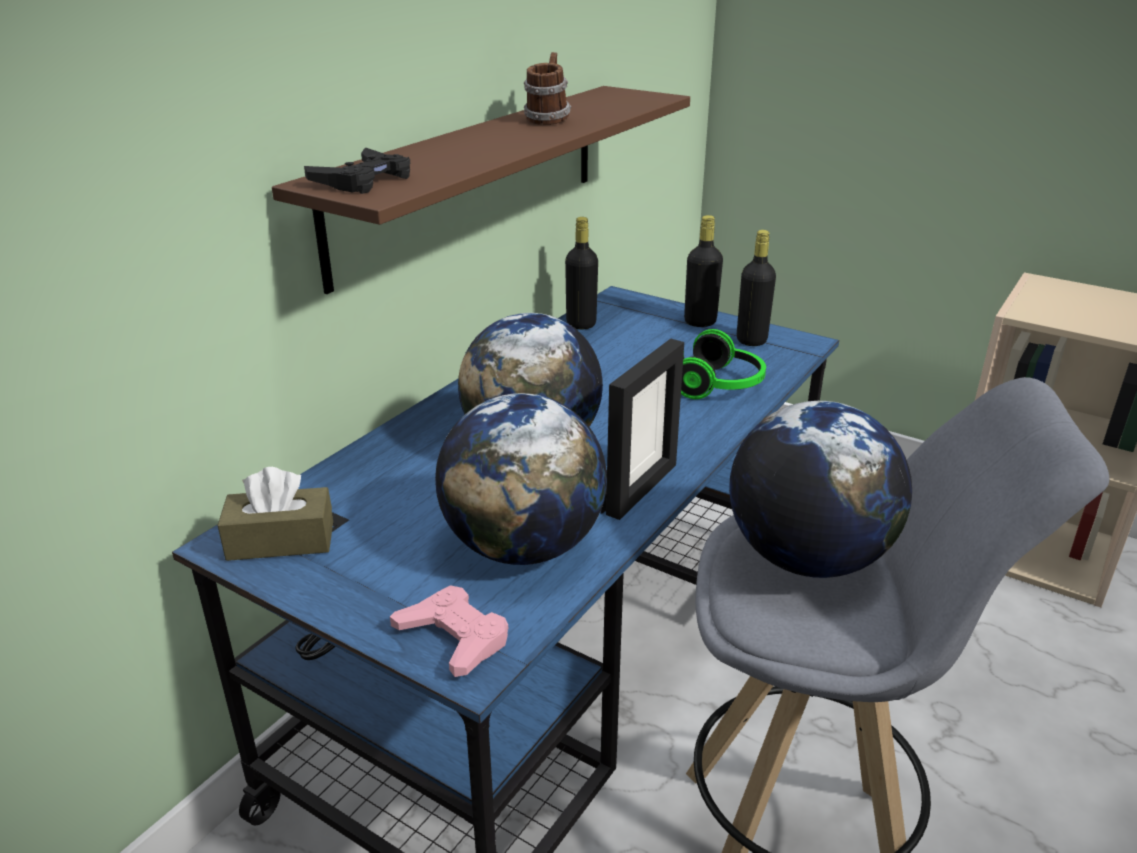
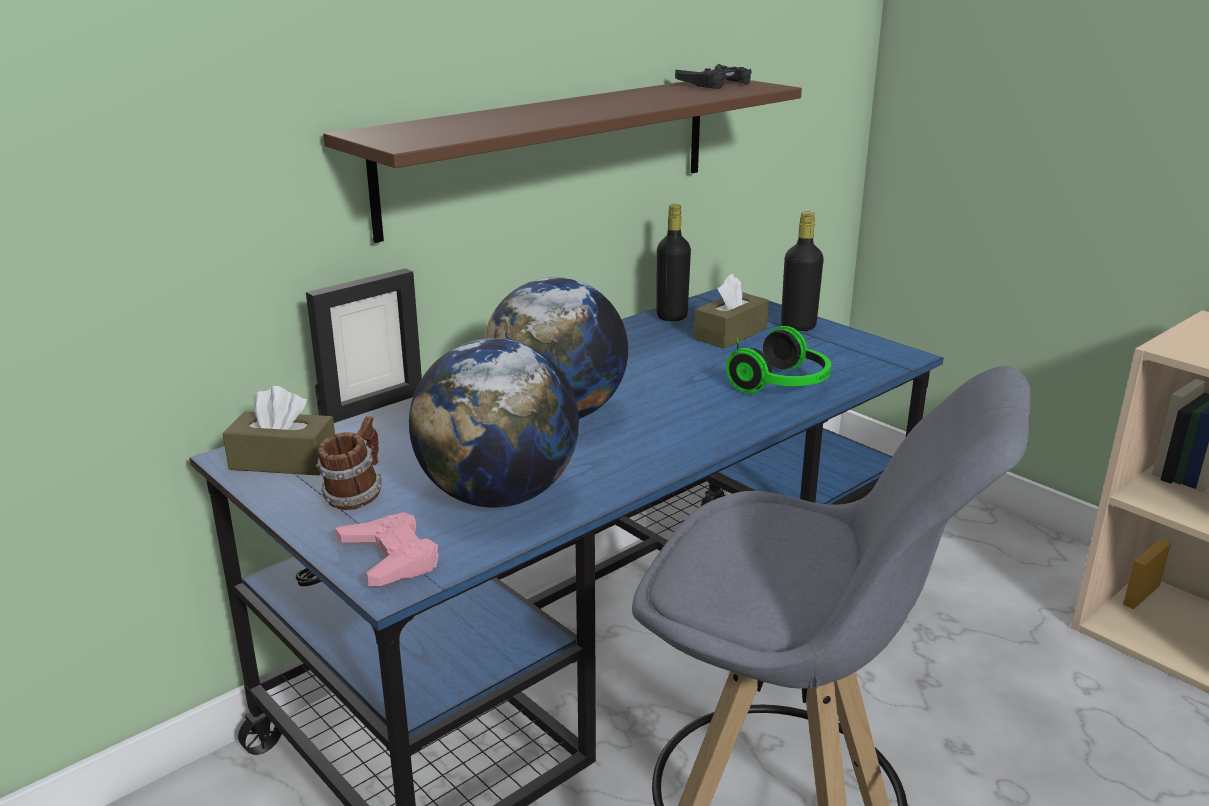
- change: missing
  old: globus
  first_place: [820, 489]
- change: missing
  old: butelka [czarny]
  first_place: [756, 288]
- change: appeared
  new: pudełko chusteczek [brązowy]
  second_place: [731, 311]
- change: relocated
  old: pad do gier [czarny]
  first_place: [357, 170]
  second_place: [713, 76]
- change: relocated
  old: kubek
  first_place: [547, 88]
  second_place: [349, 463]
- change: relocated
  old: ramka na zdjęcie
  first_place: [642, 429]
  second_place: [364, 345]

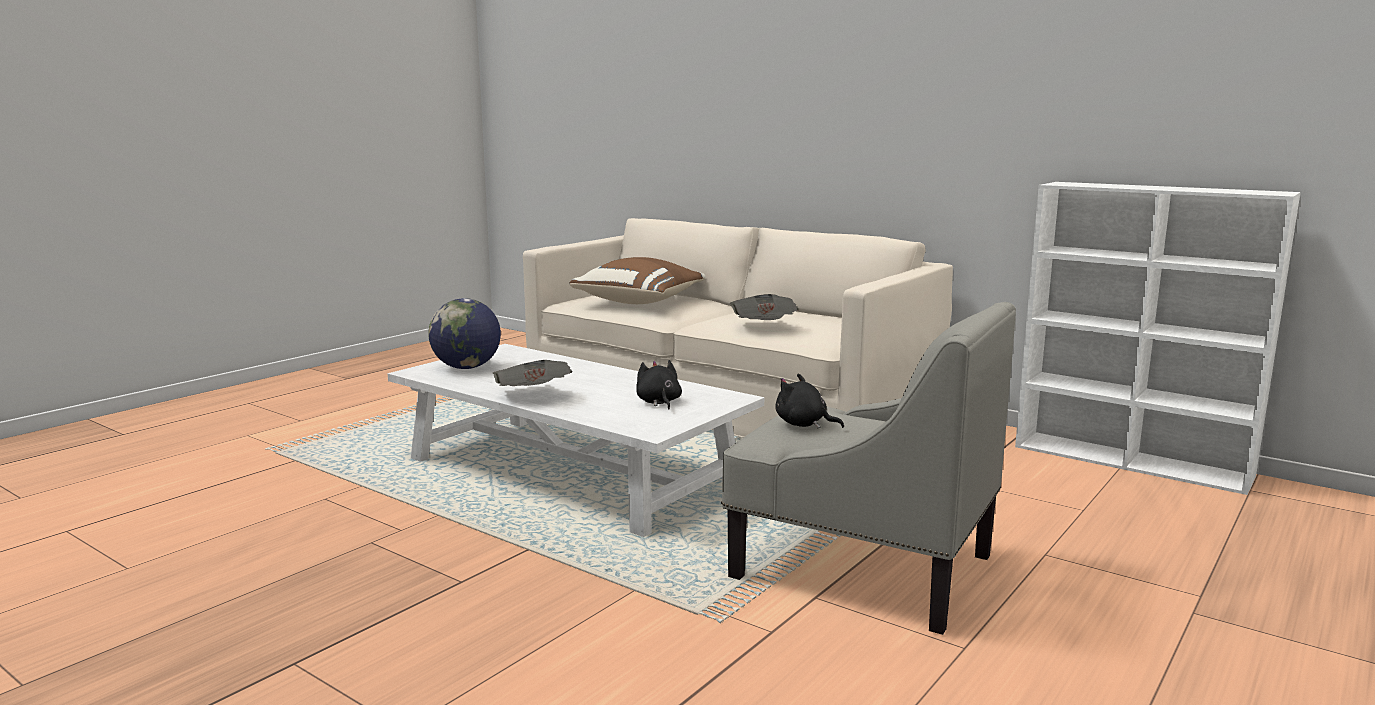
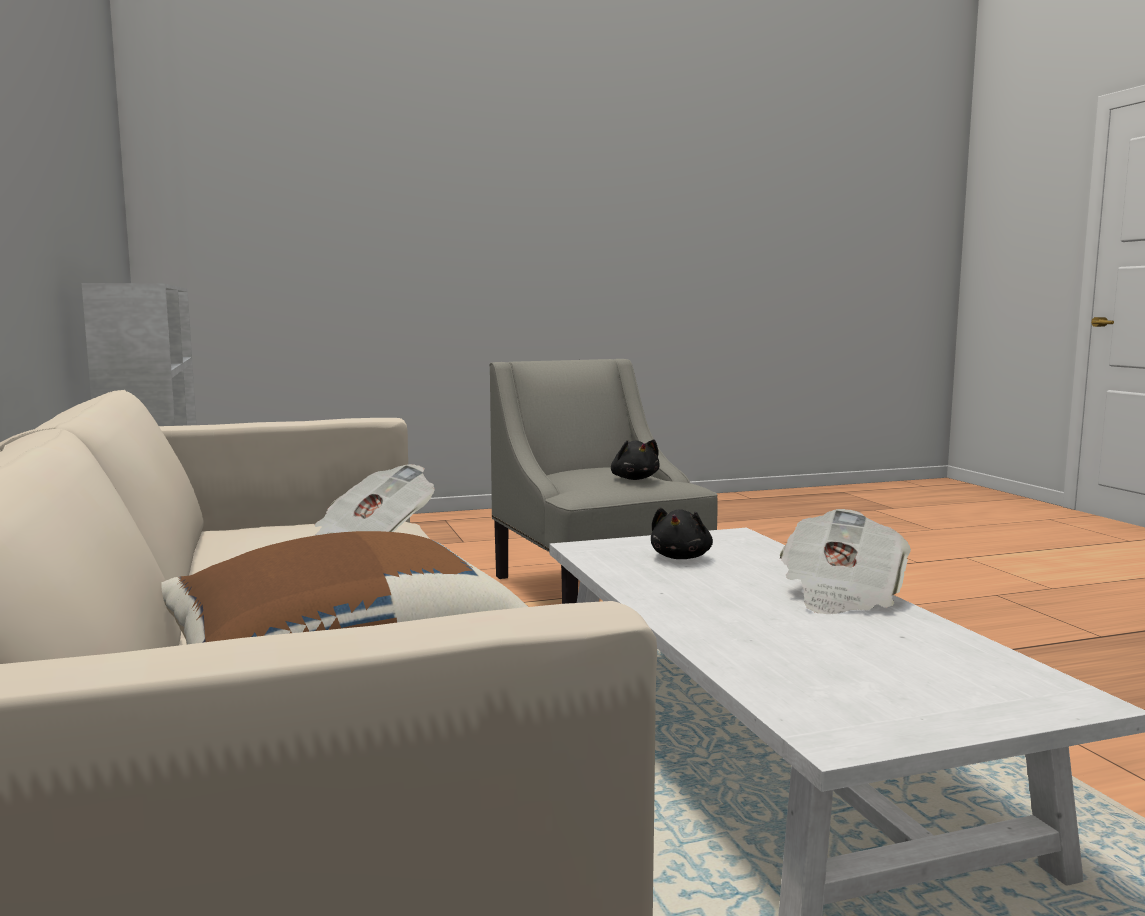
- change: missing
  old: globus
  first_place: [464, 333]

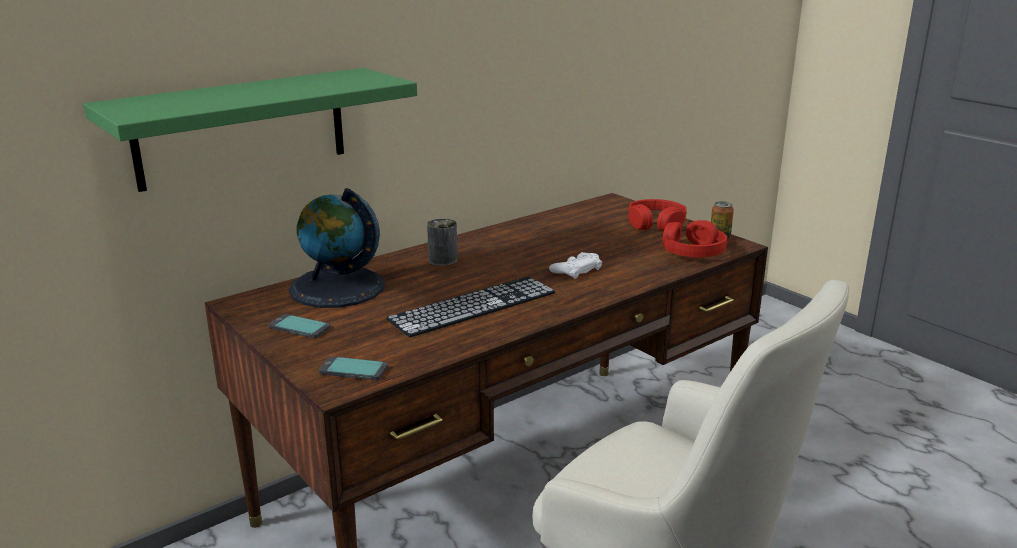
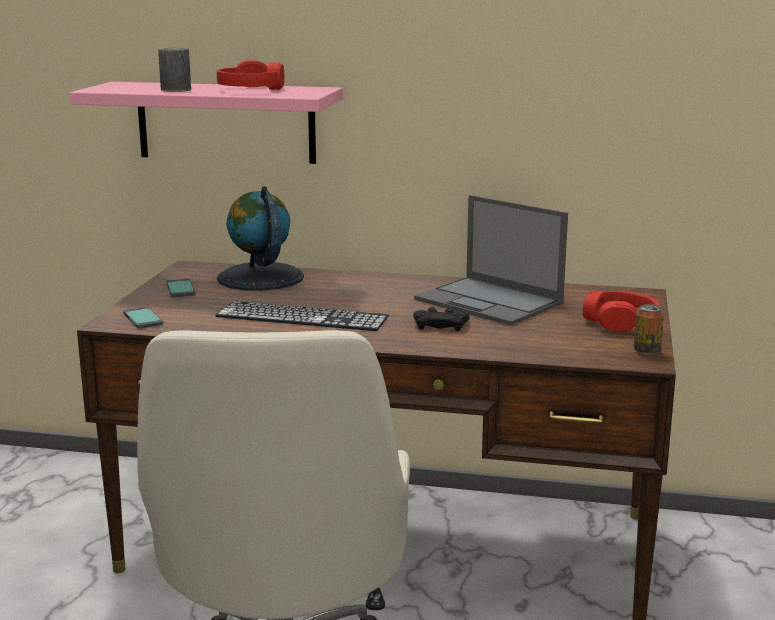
- change: appeared
  new: laptop
  second_place: [491, 260]
- change: relocated
  old: puszka
  first_place: [442, 242]
  second_place: [174, 70]
- change: relocated
  old: słuchawki [czerwony]
  first_place: [694, 238]
  second_place: [250, 75]
- change: colour
  old: półka [zielony]
  new: półka [różowy]
  first_place: [250, 130]
  second_place: [206, 123]
- change: colour
  old: pad do gier [biały]
  new: pad do gier [czarny]
  first_place: [575, 265]
  second_place: [441, 319]

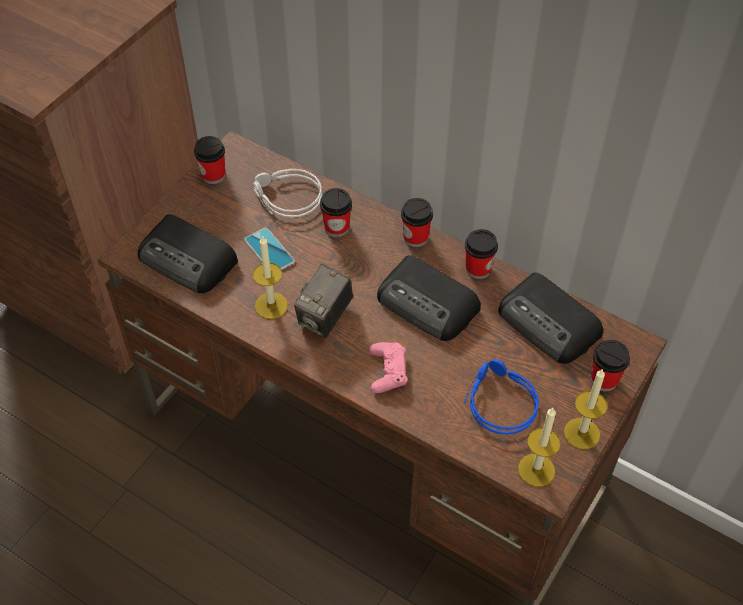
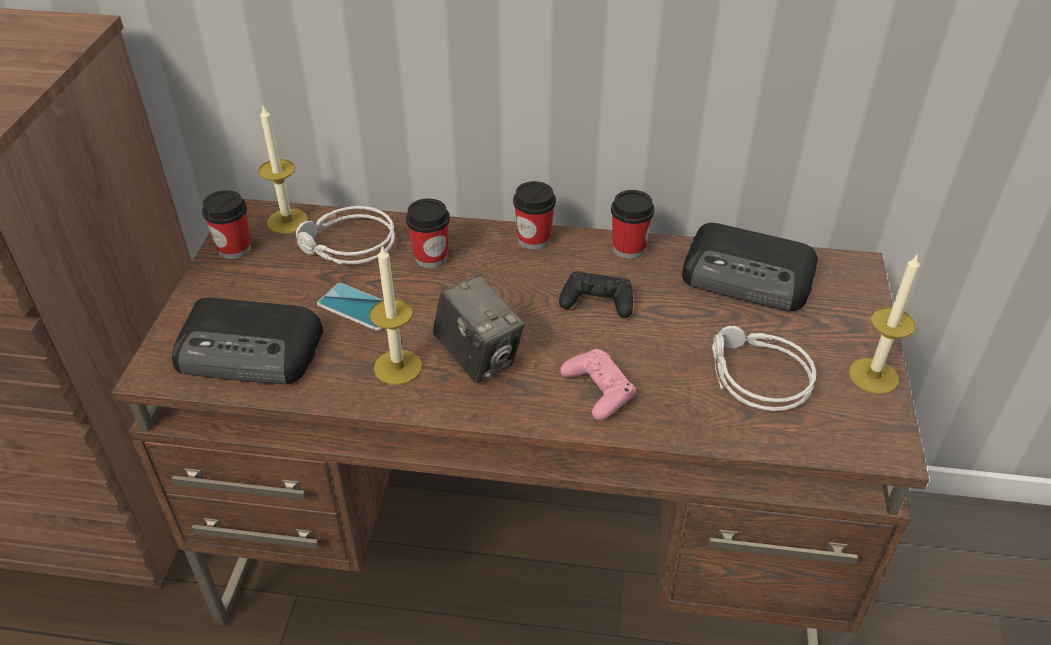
- change: missing
  old: filiżanka
  first_place: [610, 365]
- change: relocated
  old: świeca
  first_place: [539, 447]
  second_place: [283, 170]
- change: exchanged
  old: radio
  new: pad do gier [czarny]
  first_place: [429, 298]
  second_place: [596, 294]
- change: colour
  old: słuchawki [niebieski]
  new: słuchawki [szary]
  first_place: [501, 396]
  second_place: [764, 368]
- change: spun
  old: aparat fotograficzny
  first_place: [323, 300]
  second_place: [478, 328]
  degrees: -45

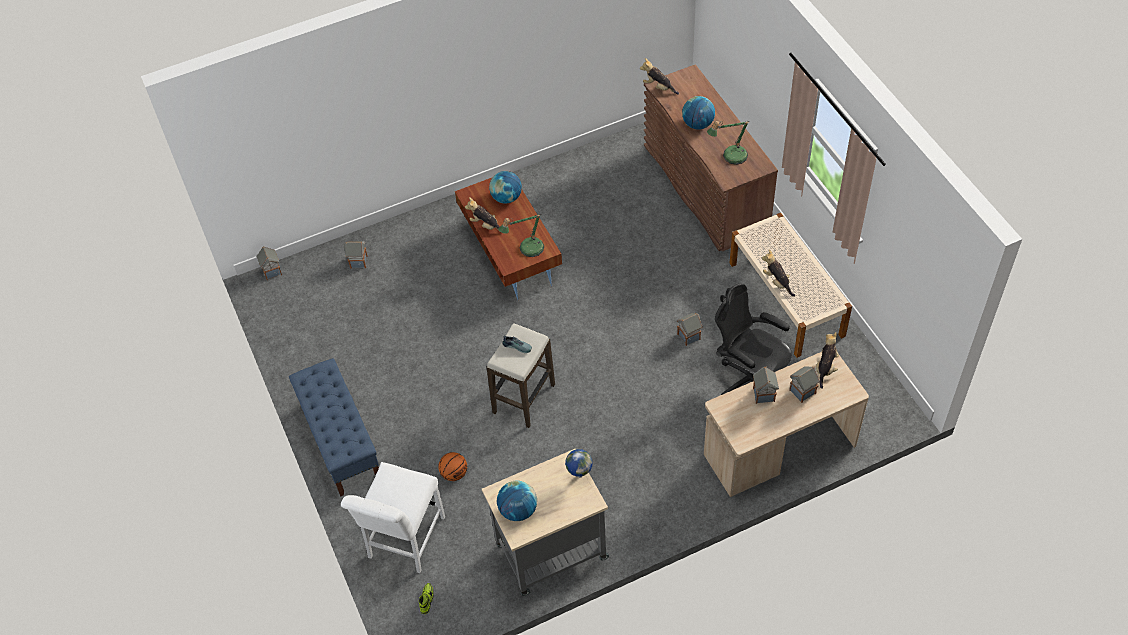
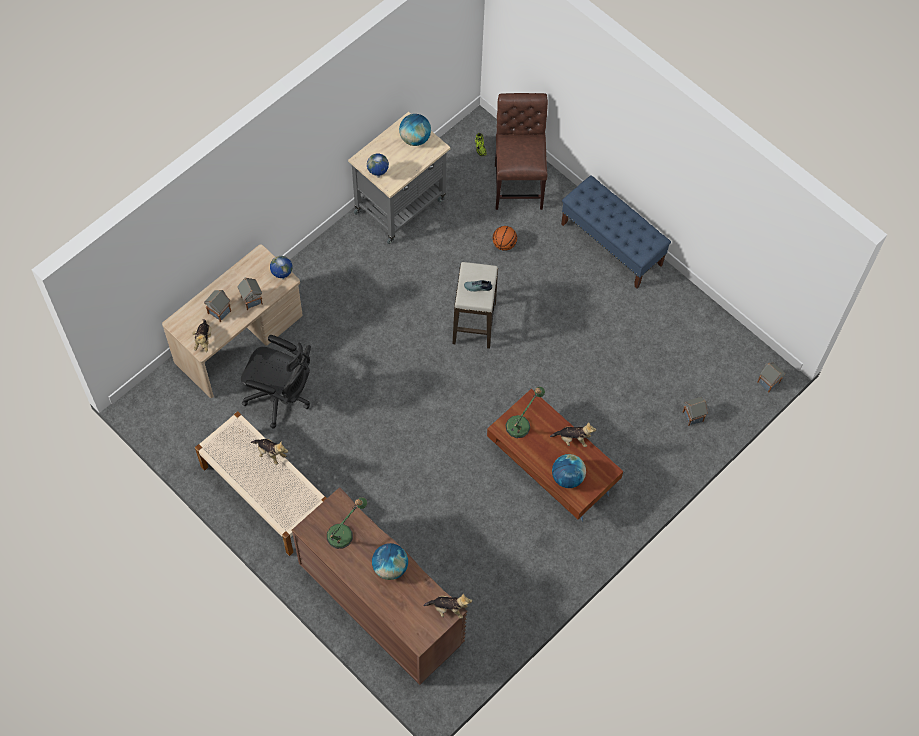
- change: missing
  old: domek
  first_place: [690, 329]
- change: appeared
  new: globus
  second_place: [281, 267]
- change: colour
  old: krzesło [biały]
  new: krzesło [brązowy]
  first_place: [393, 517]
  second_place: [521, 151]

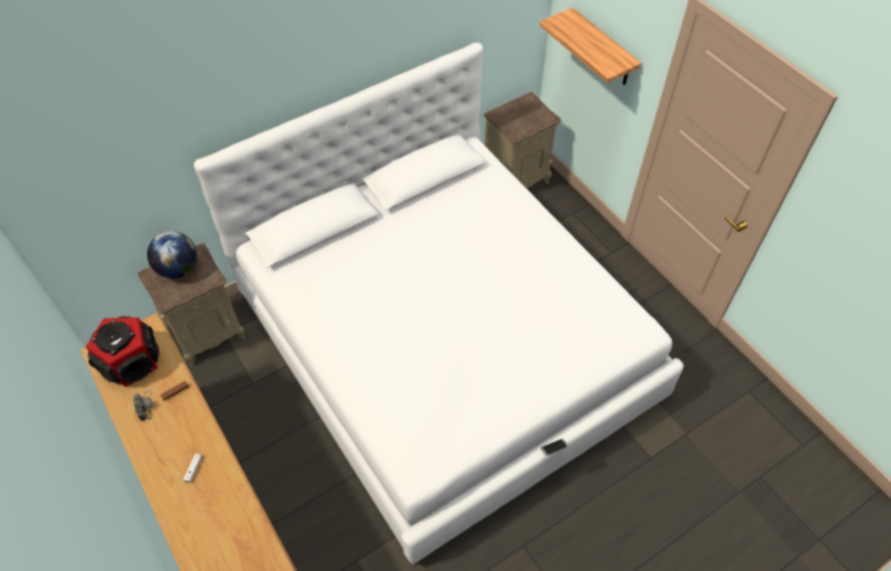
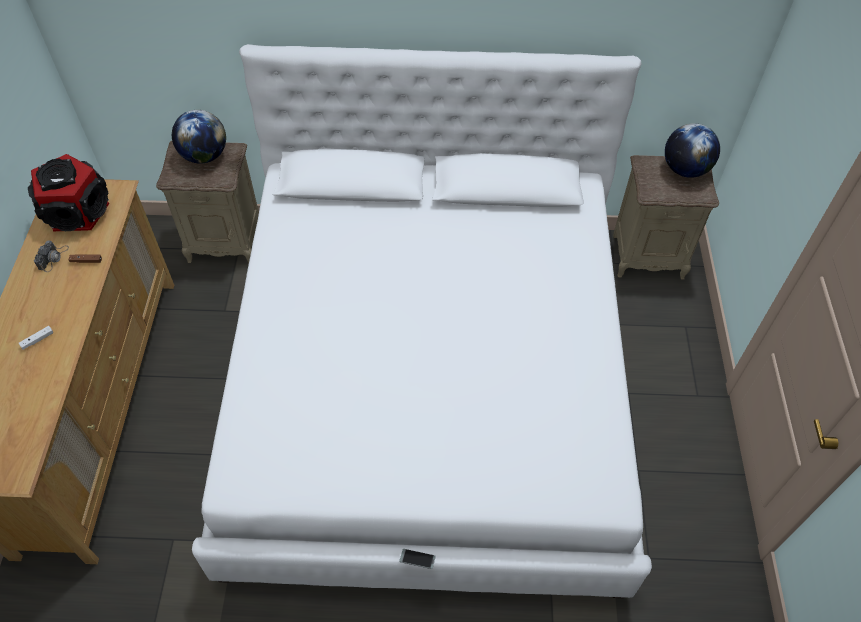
- change: missing
  old: półka
  first_place: [590, 46]
- change: appeared
  new: globus
  second_place: [692, 150]

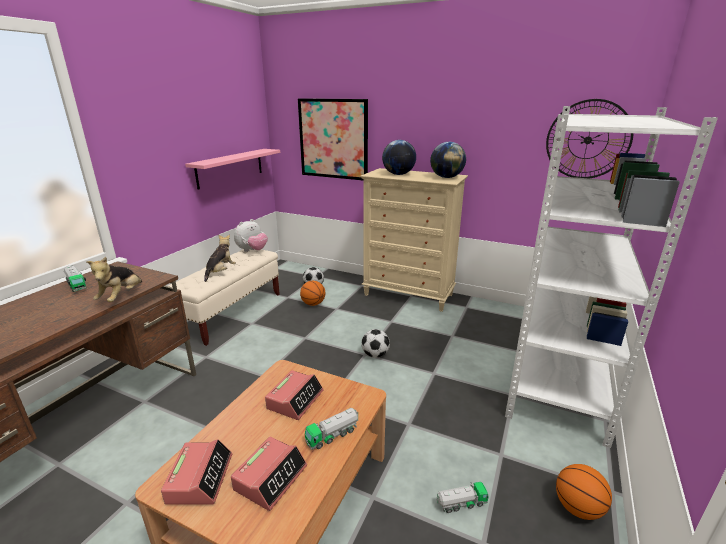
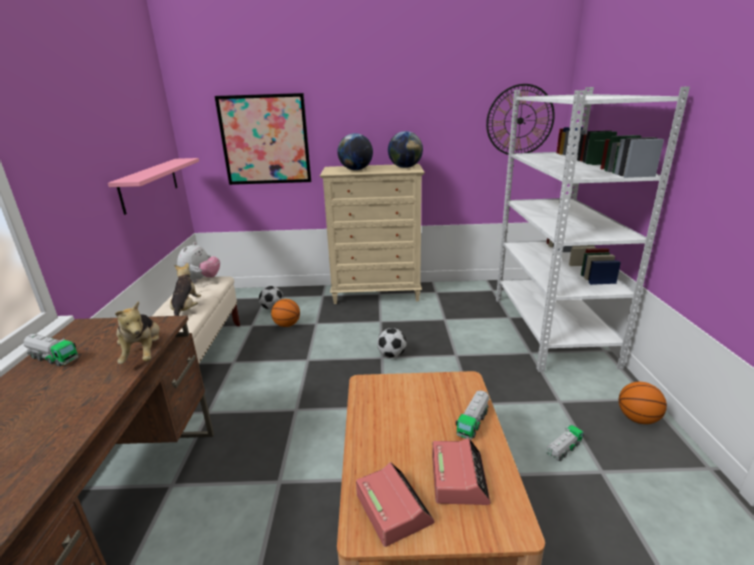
- change: missing
  old: budzik
  first_place: [294, 395]

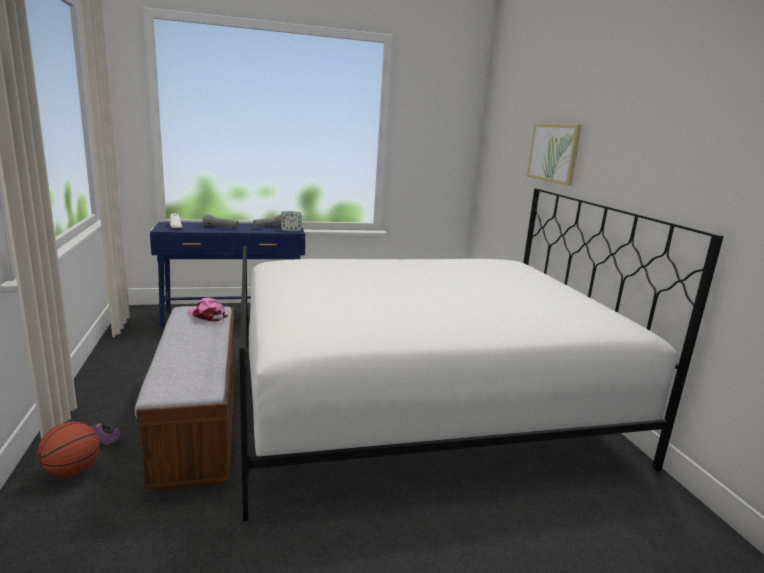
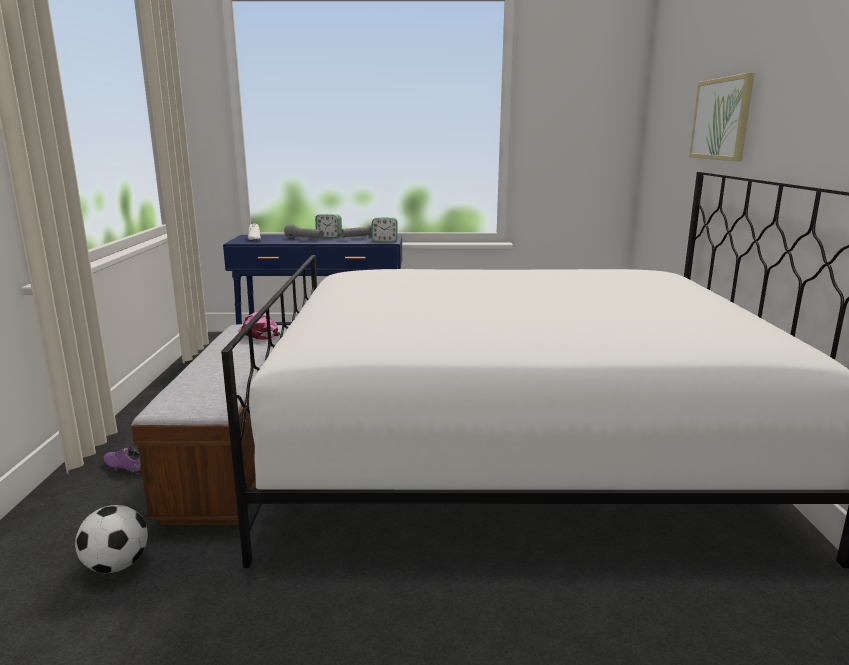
- change: missing
  old: piłka do koszykówki
  first_place: [68, 450]
- change: appeared
  new: piłka futbolowa
  second_place: [111, 539]
- change: appeared
  new: budzik
  second_place: [328, 225]

